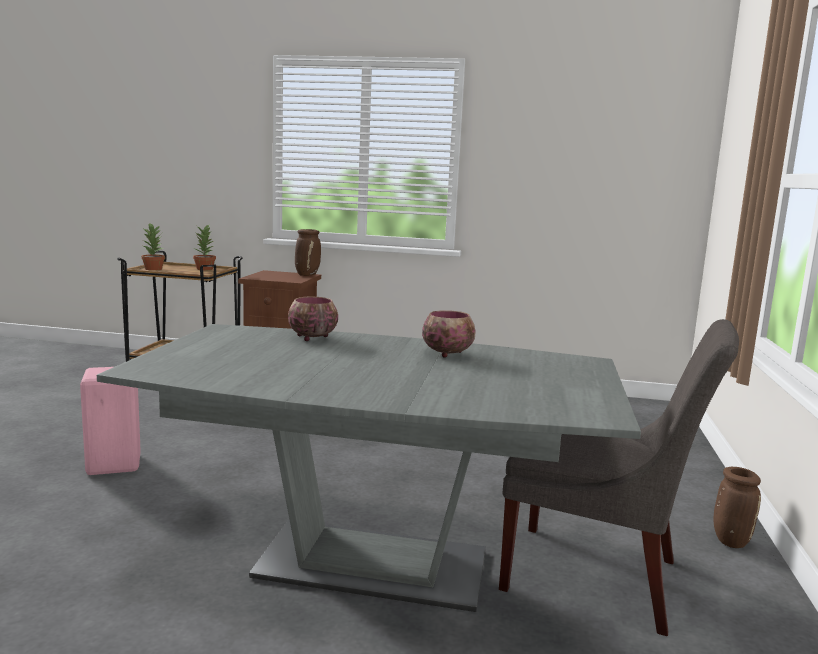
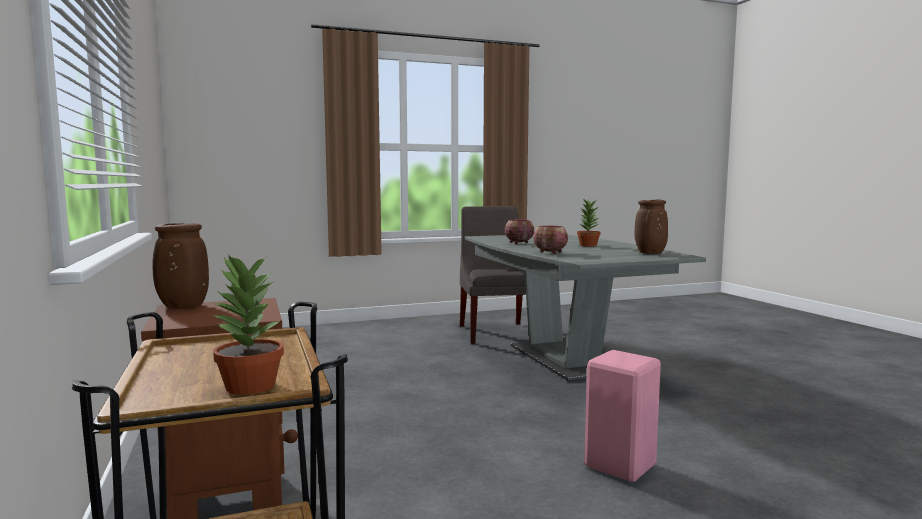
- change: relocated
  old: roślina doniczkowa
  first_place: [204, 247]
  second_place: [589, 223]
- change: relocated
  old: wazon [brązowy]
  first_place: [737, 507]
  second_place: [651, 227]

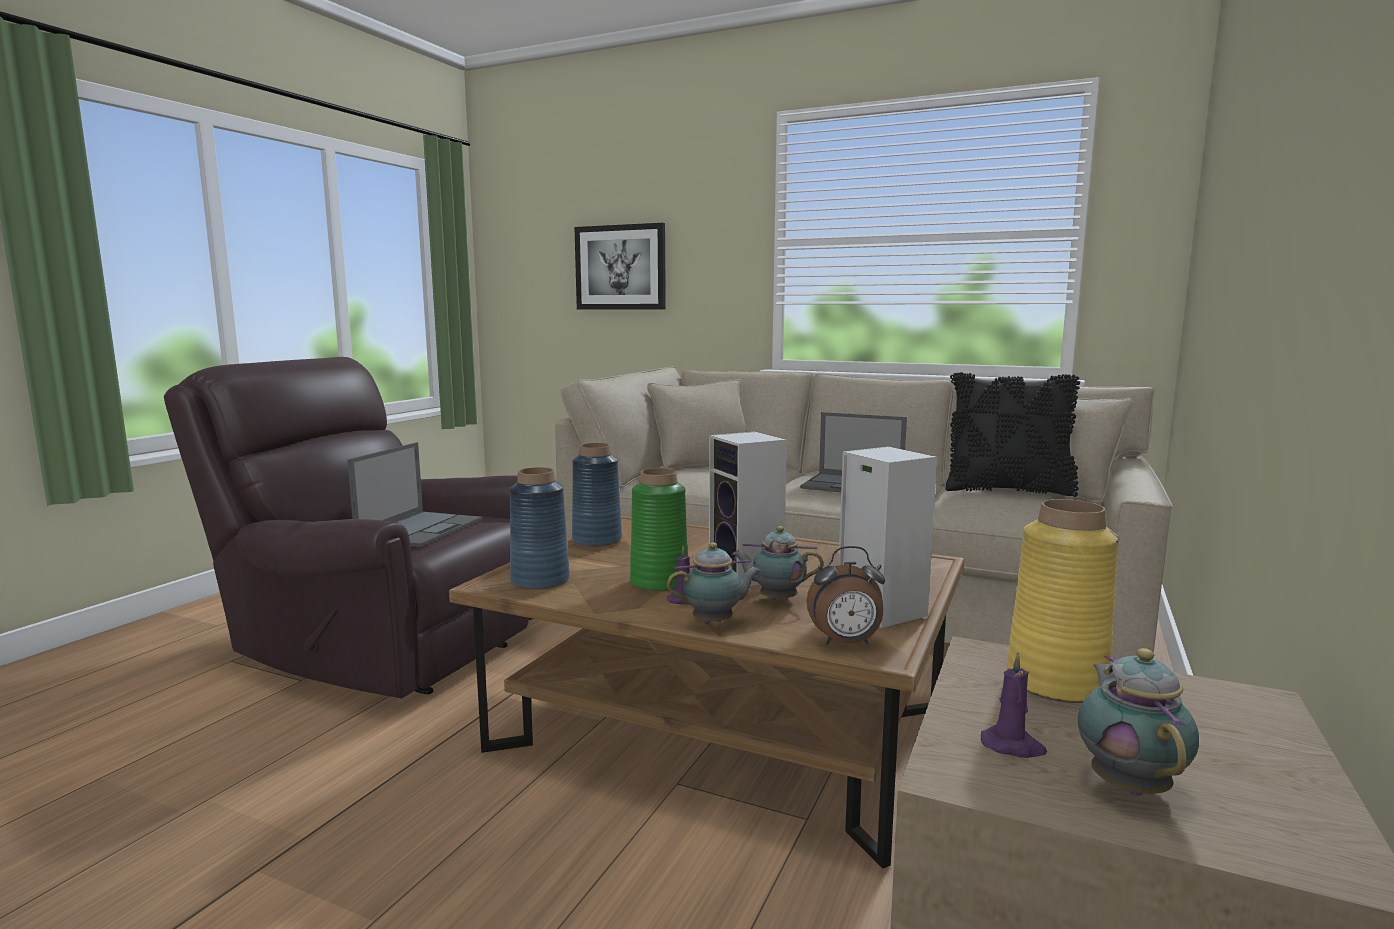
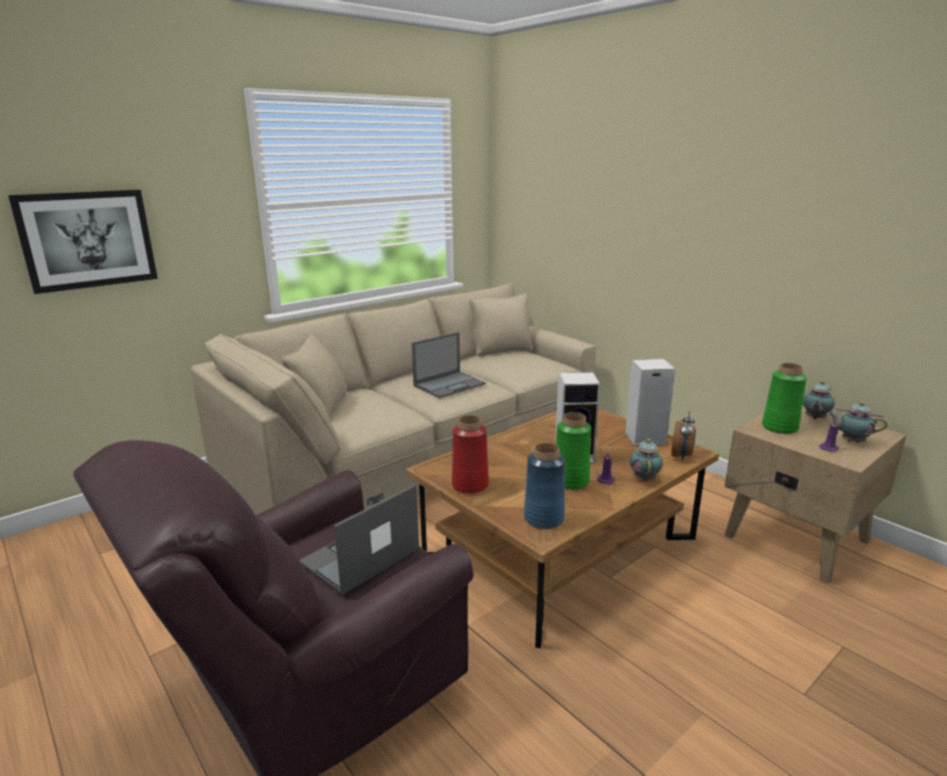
- change: missing
  old: poduszka [czarny]
  first_place: [1013, 434]
- change: relocated
  old: imbryk
  first_place: [778, 563]
  second_place: [819, 400]
- change: colour
  old: wazon [niebieski]
  new: wazon [czerwony]
  first_place: [597, 495]
  second_place: [470, 454]
- change: colour
  old: wazon [żółty]
  new: wazon [zielony]
  first_place: [1062, 601]
  second_place: [784, 398]
- change: spun
  old: laptop
  first_place: [414, 494]
  second_place: [359, 539]
  degrees: -90

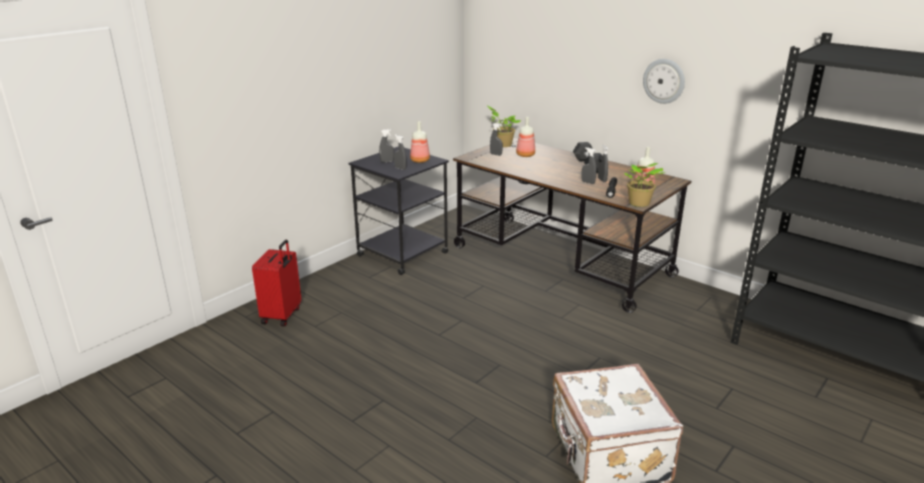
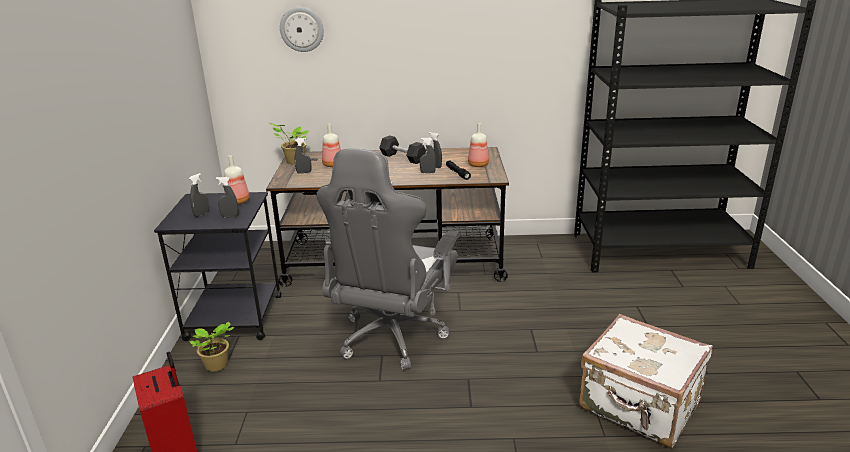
- change: appeared
  new: krzesło biurowe [szary]
  second_place: [388, 260]
- change: relocated
  old: roślina doniczkowa
  first_place: [644, 185]
  second_place: [212, 347]
- change: relocated
  old: zegar ścienny
  first_place: [664, 81]
  second_place: [302, 29]

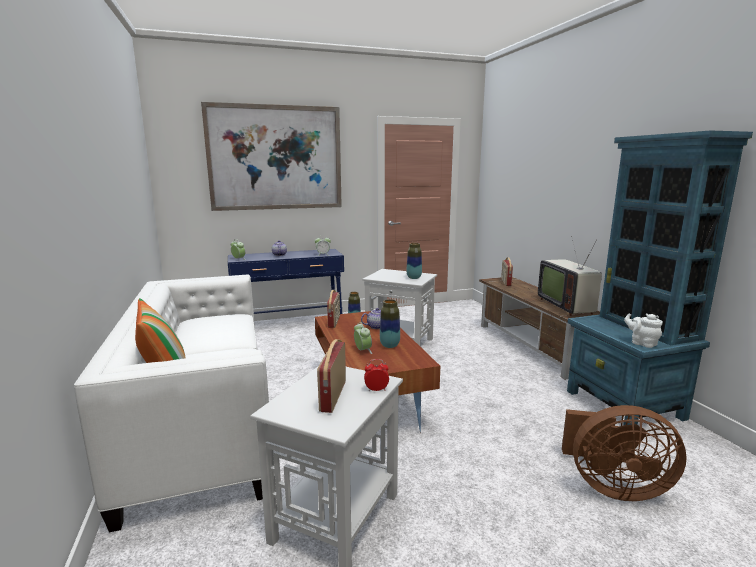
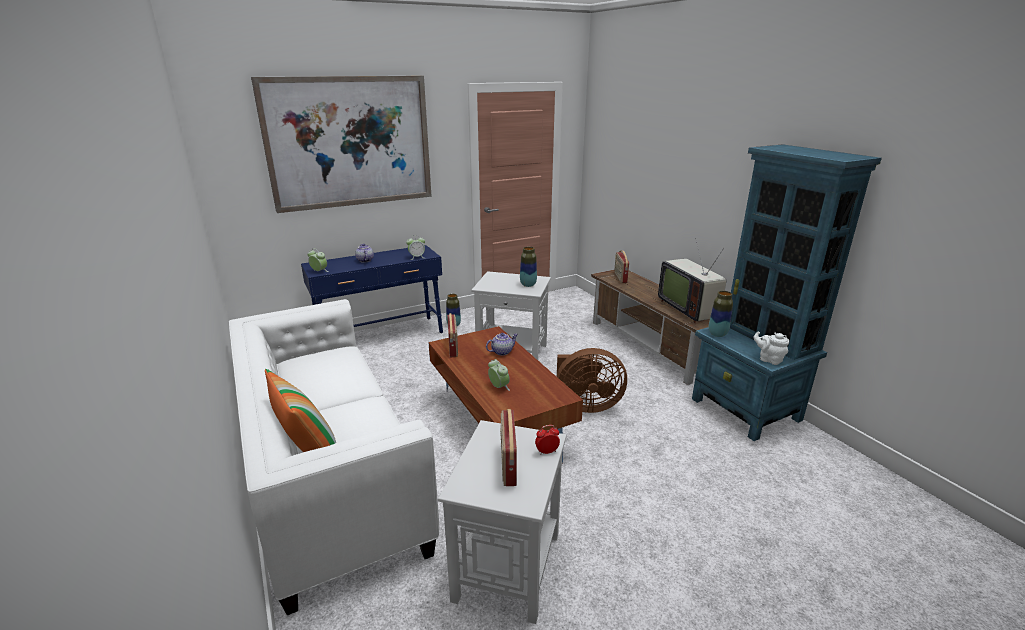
- change: relocated
  old: wazon
  first_place: [390, 323]
  second_place: [721, 314]
- change: relocated
  old: wentylator [brązowy]
  first_place: [624, 453]
  second_place: [592, 380]

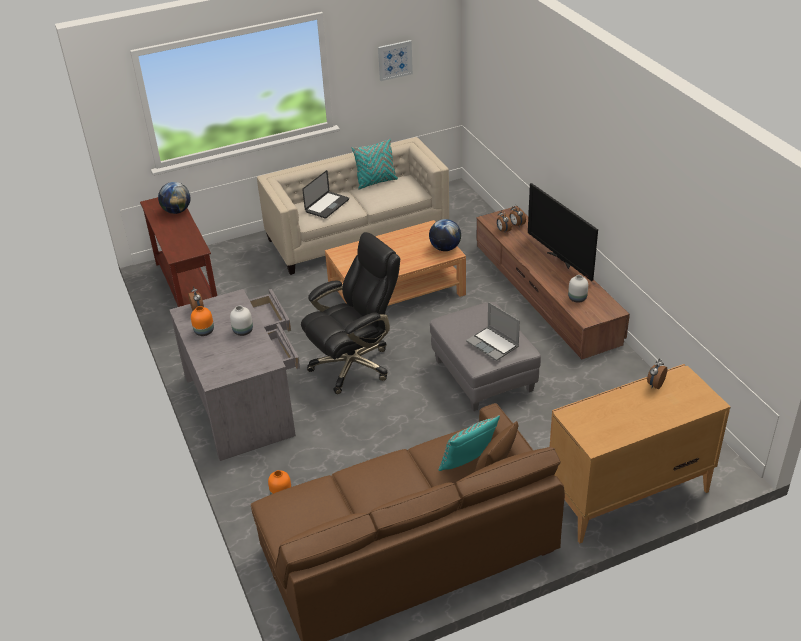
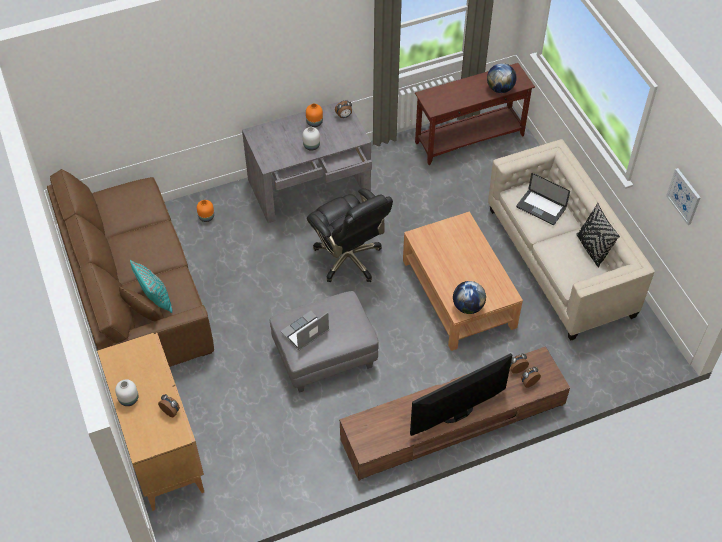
- change: relocated
  old: wazon [biały]
  first_place: [578, 289]
  second_place: [126, 392]
- change: colour
  old: poduszka [turkusowy]
  new: poduszka [czarny]
  first_place: [375, 164]
  second_place: [598, 235]

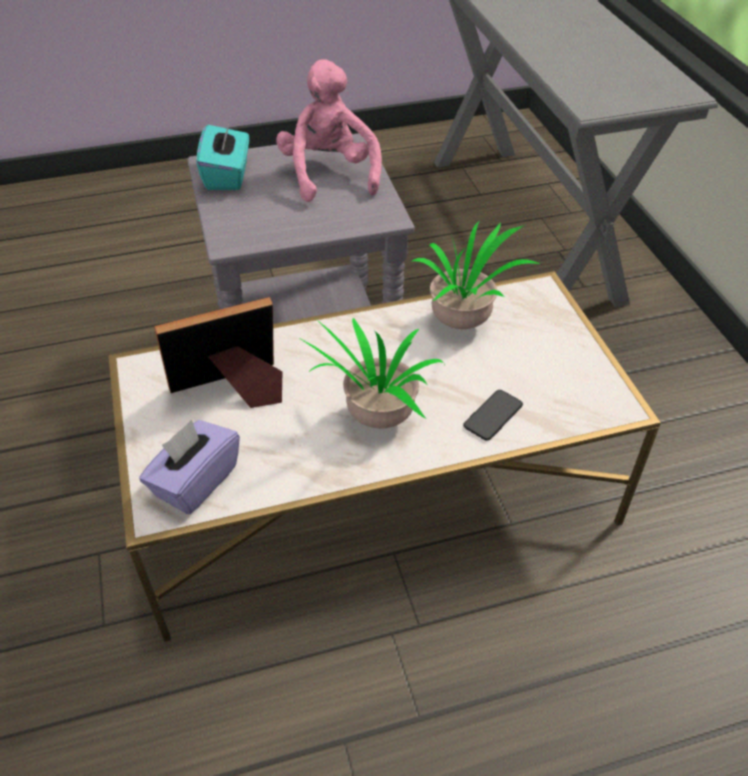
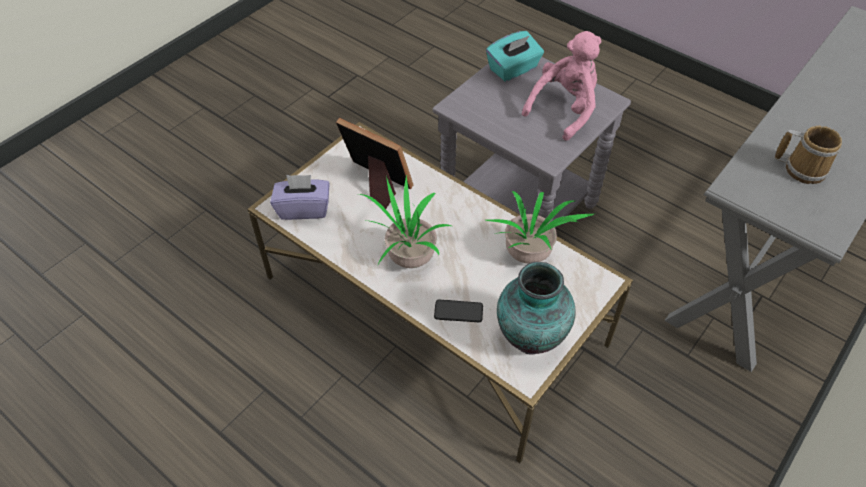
- change: appeared
  new: wazon
  second_place: [536, 308]
- change: appeared
  new: kubek
  second_place: [808, 155]

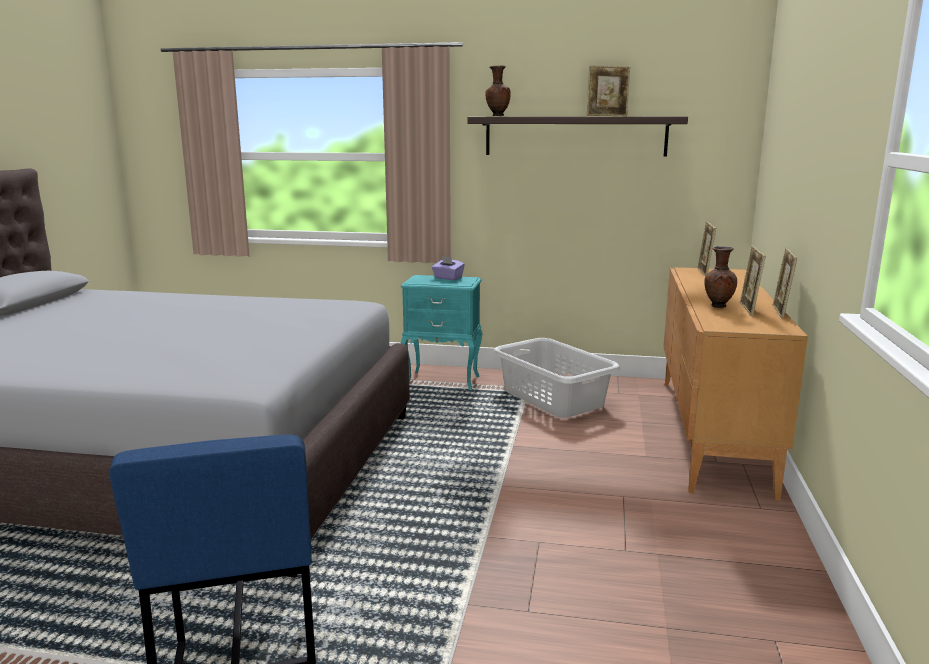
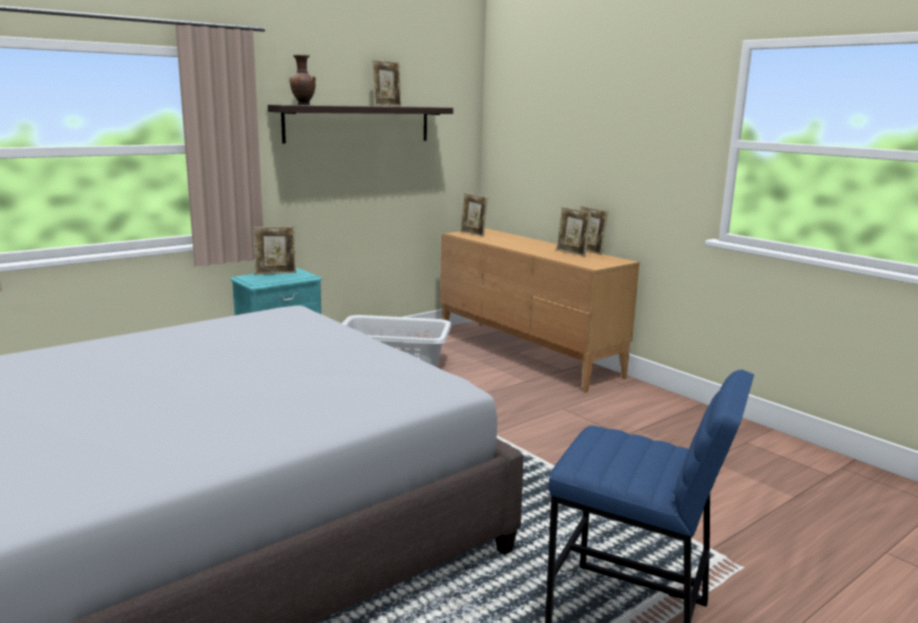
- change: missing
  old: wazon [brązowy]
  first_place: [720, 277]
- change: exchanged
  old: pudełko chusteczek [fioletowy]
  new: ramka na zdjęcie
  first_place: [448, 268]
  second_place: [274, 250]

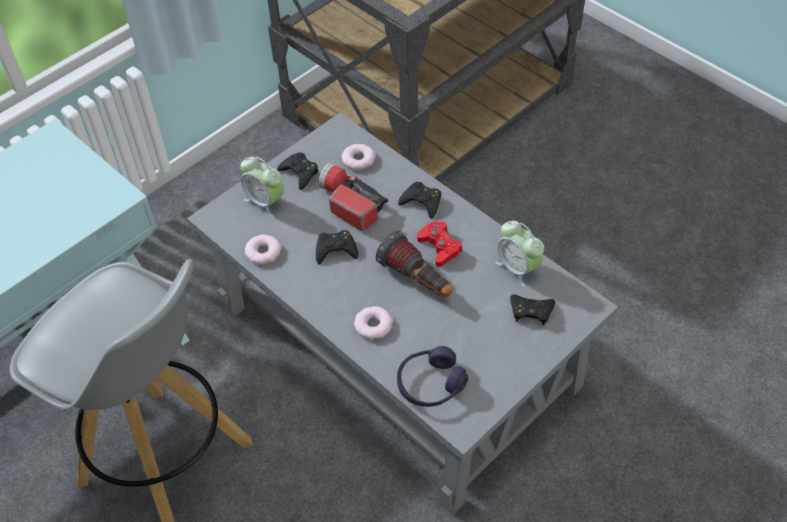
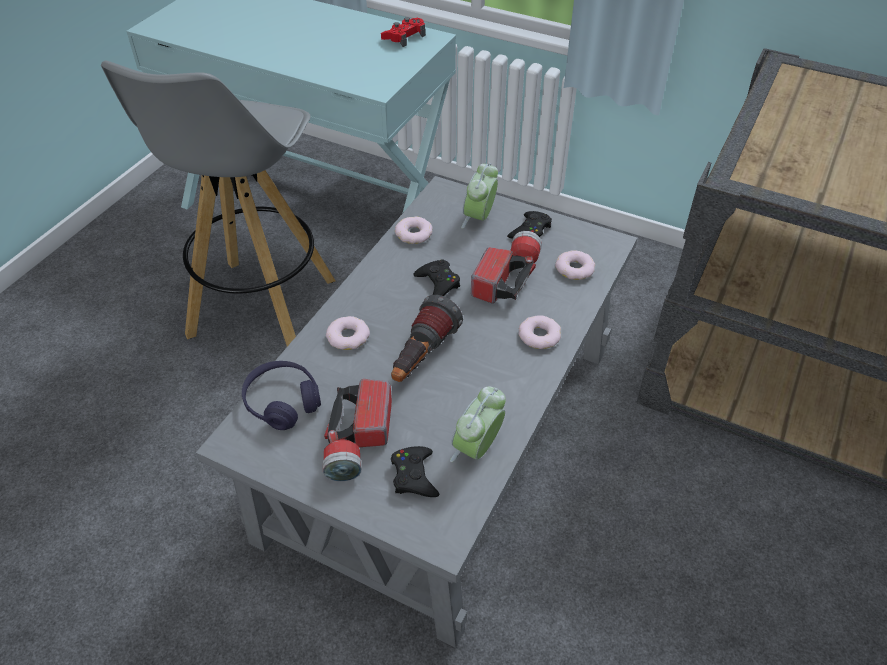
- change: appeared
  new: latarka
  second_place: [357, 430]
- change: relocated
  old: pad do gier [czerwony]
  first_place: [439, 244]
  second_place: [403, 32]
- change: exchanged
  old: pad do gier [czarny]
  new: donut
  first_place: [419, 200]
  second_place: [540, 332]

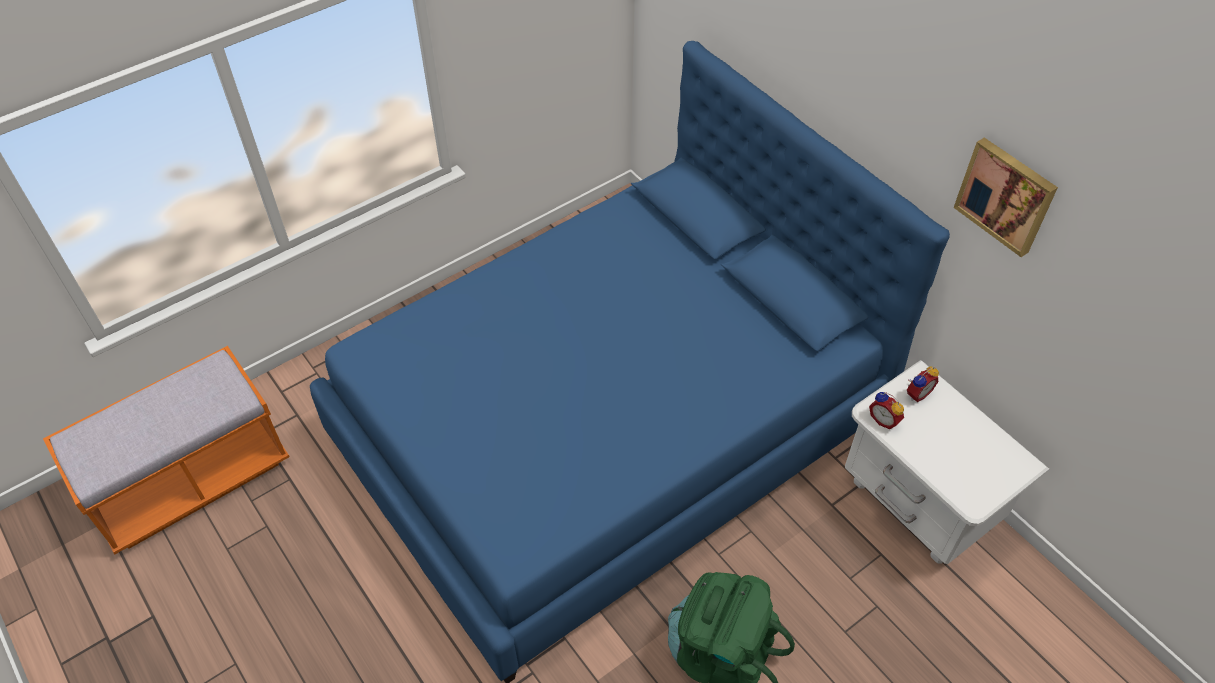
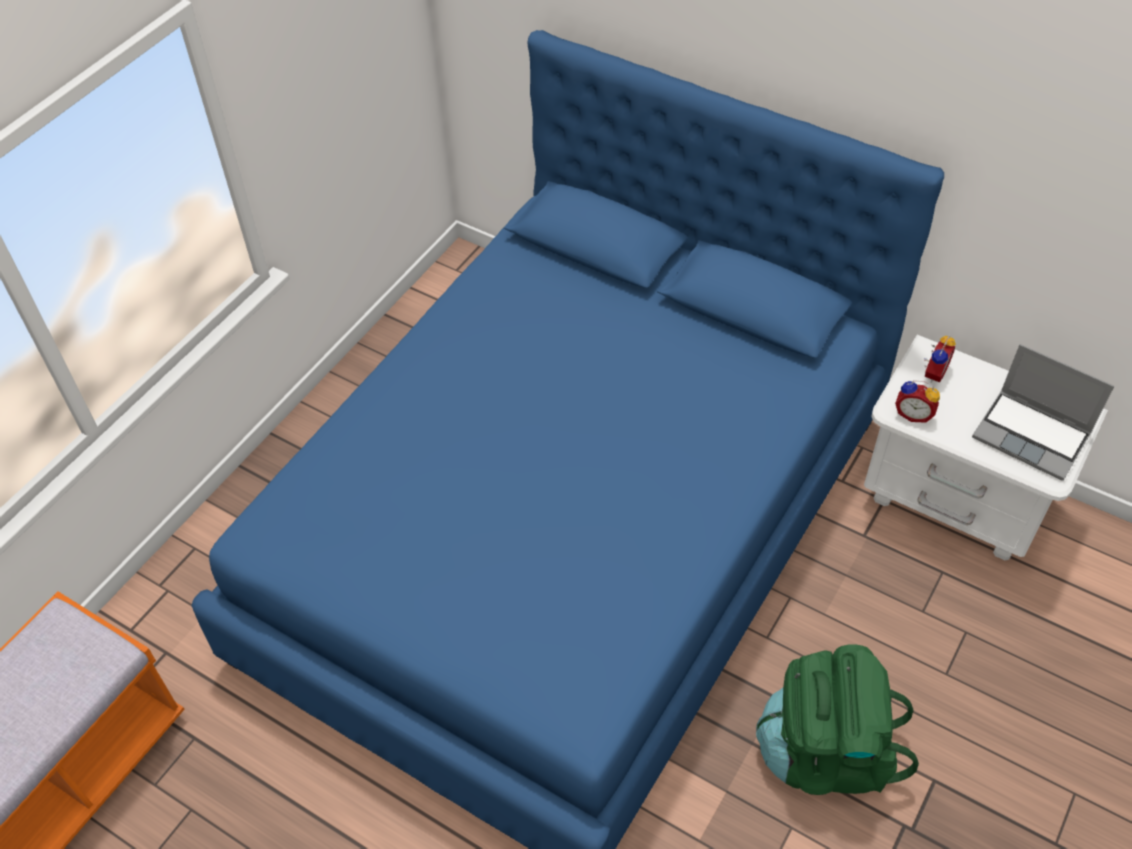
- change: missing
  old: obraz
  first_place: [1005, 197]
- change: appeared
  new: laptop
  second_place: [1043, 412]

